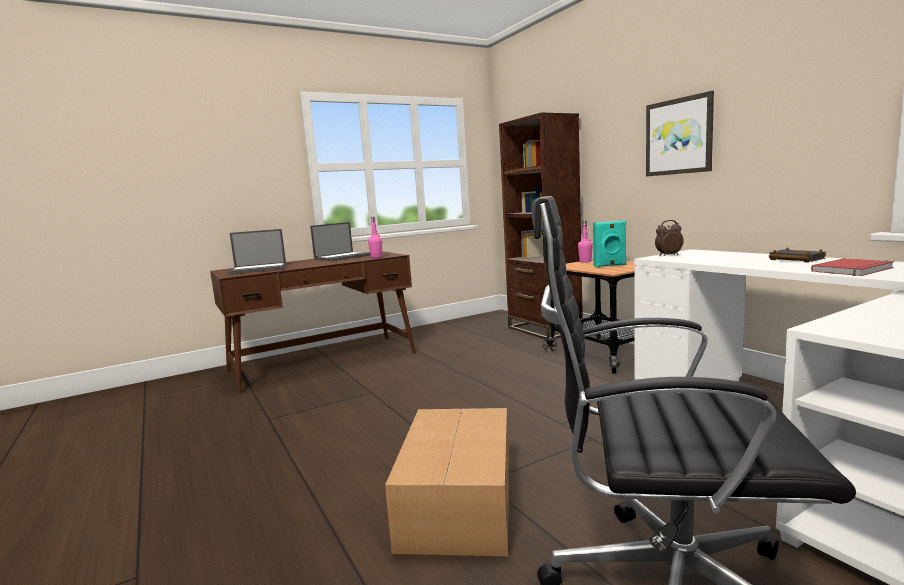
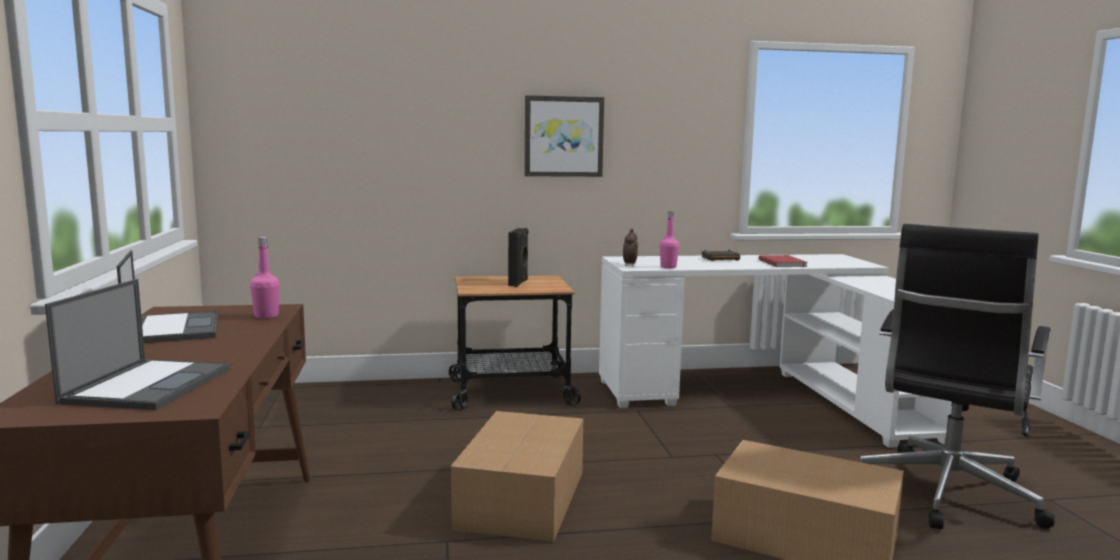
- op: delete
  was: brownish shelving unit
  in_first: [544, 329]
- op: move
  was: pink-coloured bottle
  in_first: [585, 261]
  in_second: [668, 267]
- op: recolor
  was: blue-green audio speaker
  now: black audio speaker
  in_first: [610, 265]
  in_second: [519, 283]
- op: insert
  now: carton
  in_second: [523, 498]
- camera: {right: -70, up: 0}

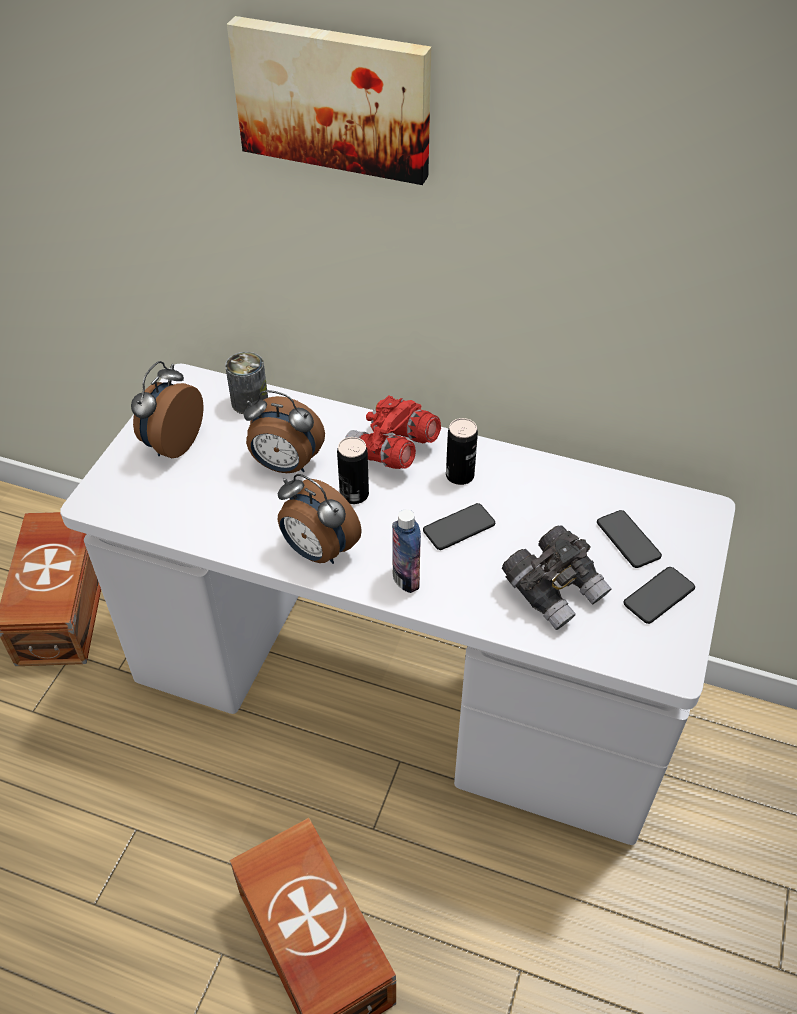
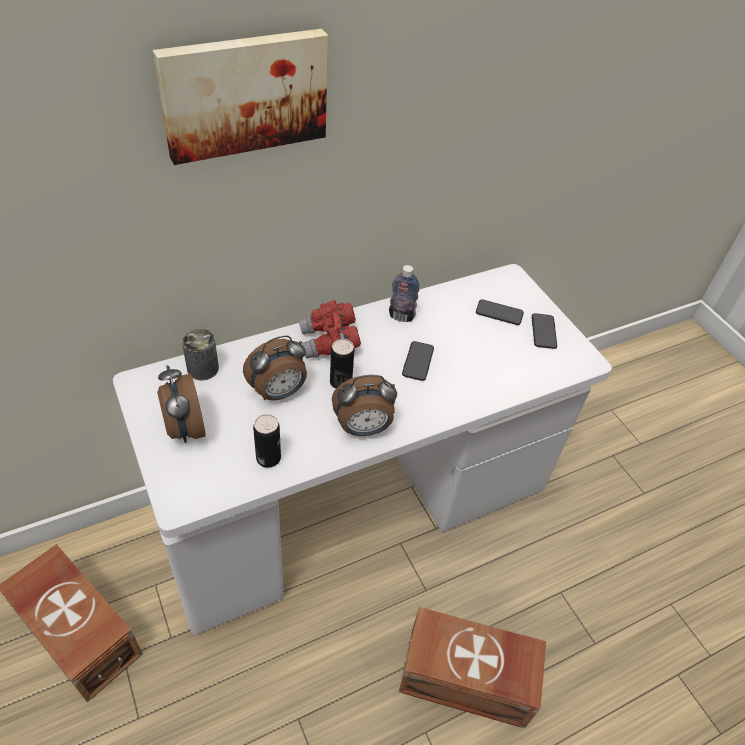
- op: move
  was: bottle
  in_first: [406, 579]
  in_second: [401, 316]
- op: move
  was: can
  in_first: [460, 475]
  in_second: [268, 458]
- op: delete
  was: grey pair of binoculars
  in_first: [554, 590]
- camera: {right: -50, up: 0}

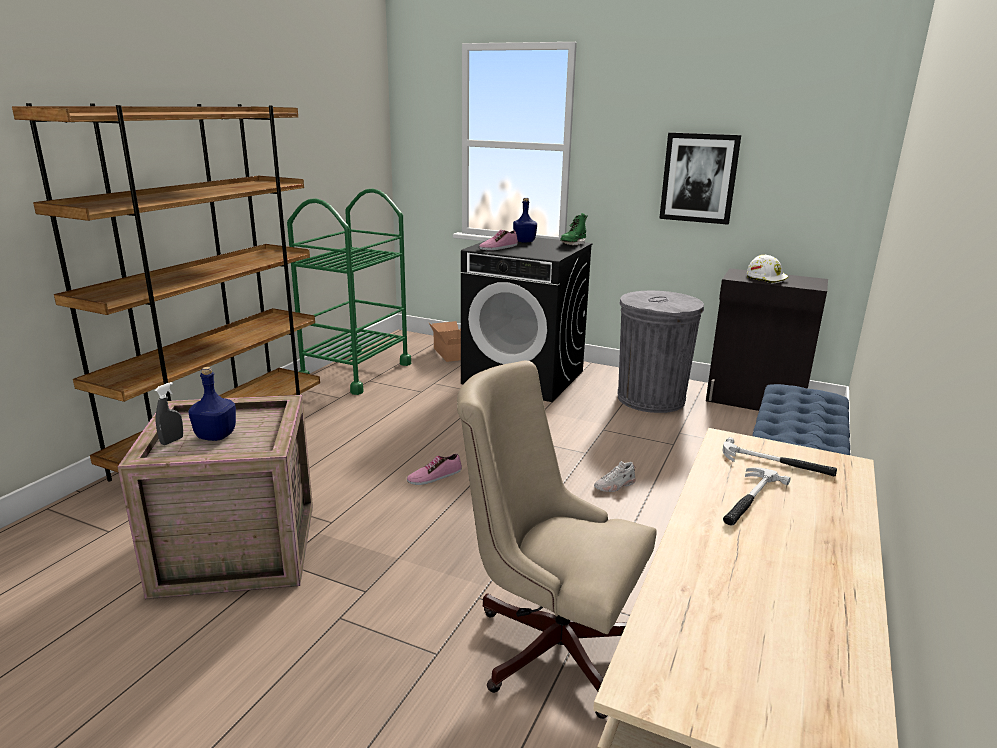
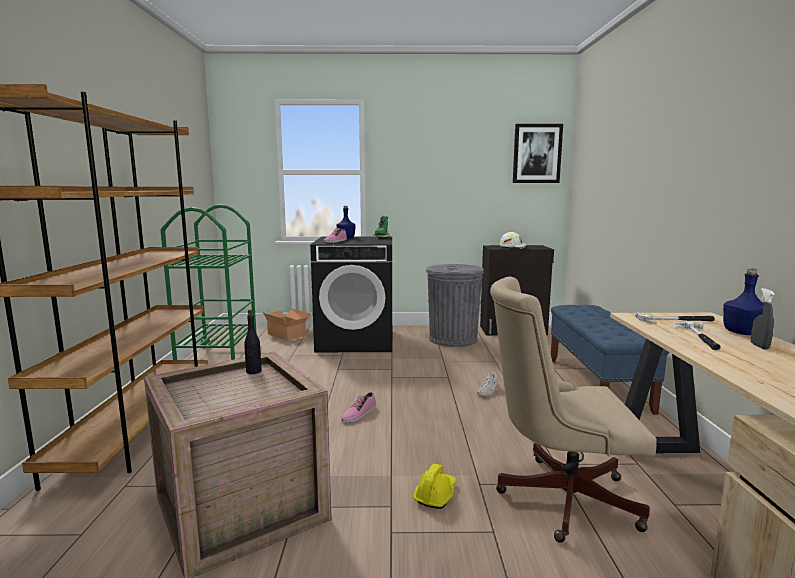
- op: move
  was: grey sprayer
  in_first: [172, 441]
  in_second: [759, 346]
- op: move
  was: blue bottle
  in_first: [217, 436]
  in_second: [743, 333]
- op: move
  was: picture
  in_first: [699, 178]
  in_second: [537, 153]
- op: insert
  now: black bottle
  in_second: [253, 371]
- op: insert
  now: yellow hard hat
  in_second: [435, 494]
- camera: {right: -25, up: -10}

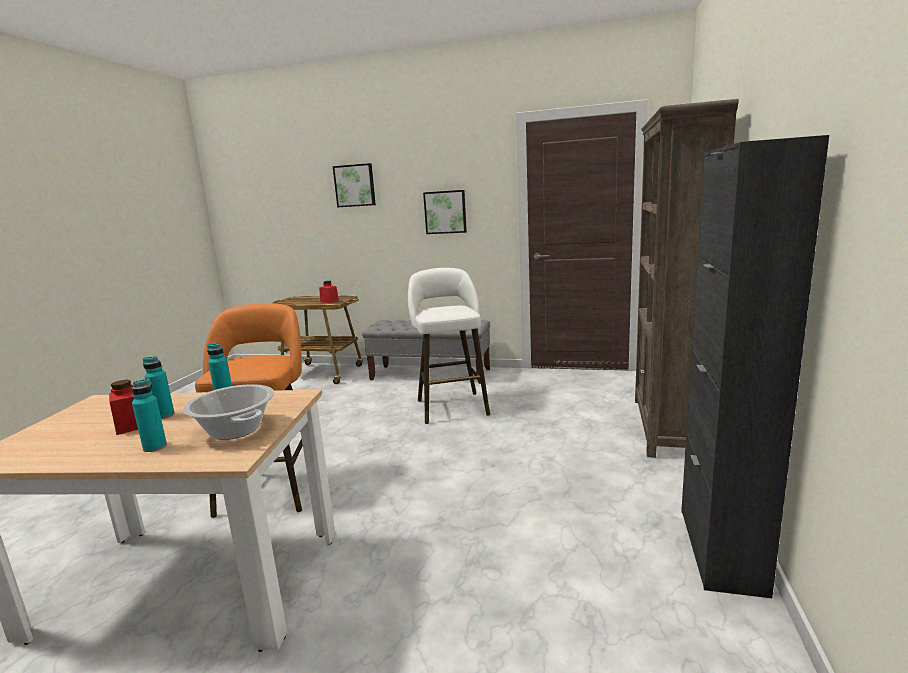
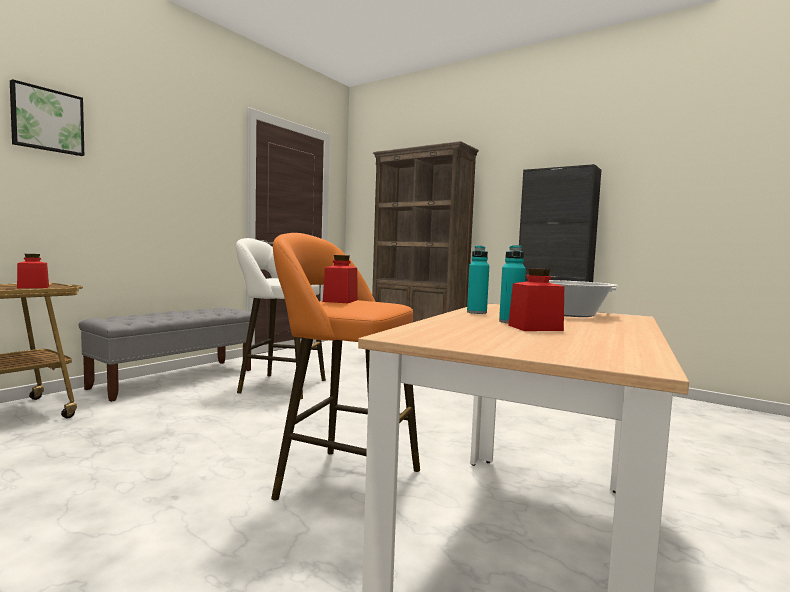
- op: delete
  was: blue-green bottle
  in_first: [155, 447]
- op: delete
  was: picture
  in_first: [445, 212]
- op: insert
  now: red storage jar
  in_second: [340, 301]
- camera: {right: -70, up: -10}

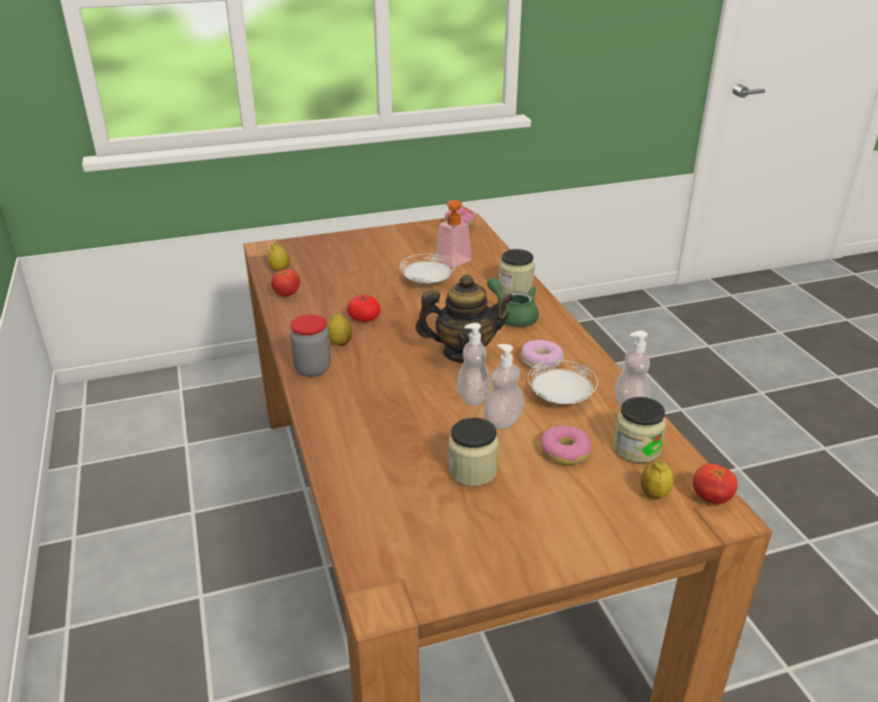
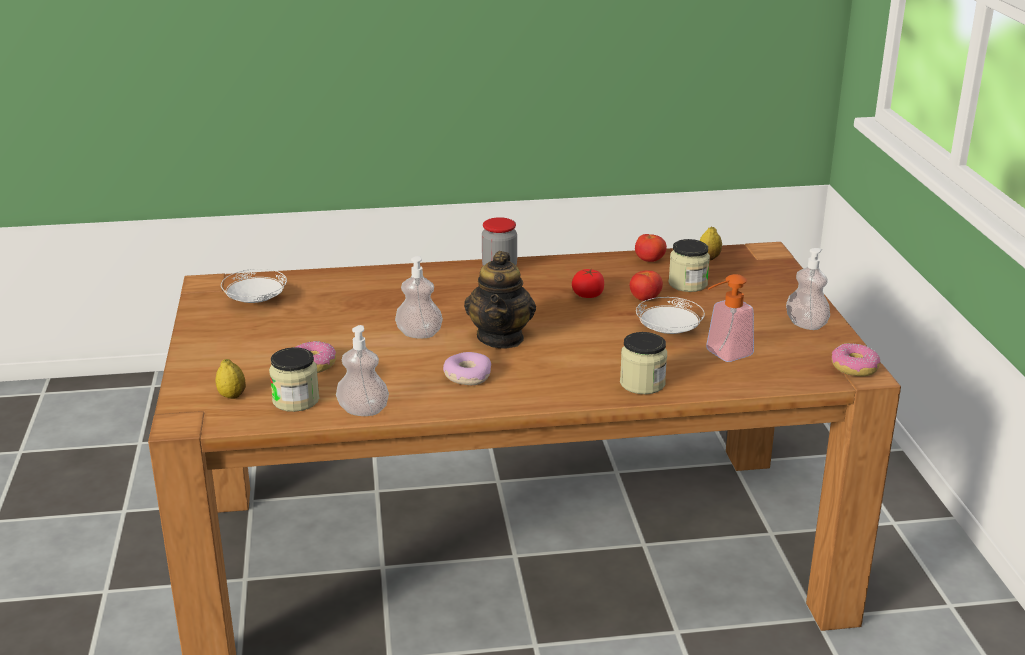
- op: delete
  was: lemon
  in_first: [340, 343]
- op: move
  was: storage jar
  in_first: [472, 471]
  in_second: [687, 284]
- op: move
  was: soap bottle
  in_first: [503, 421]
  in_second: [806, 325]
- op: delete
  was: green tea pot
  in_first: [513, 316]
- op: move
  was: white-coloured dinner plate
  in_first: [561, 398]
  in_second: [255, 302]
- op: move
  was: whole tomato
  in_first: [711, 498]
  in_second: [645, 299]
- camera: {right: 100, up: -5}

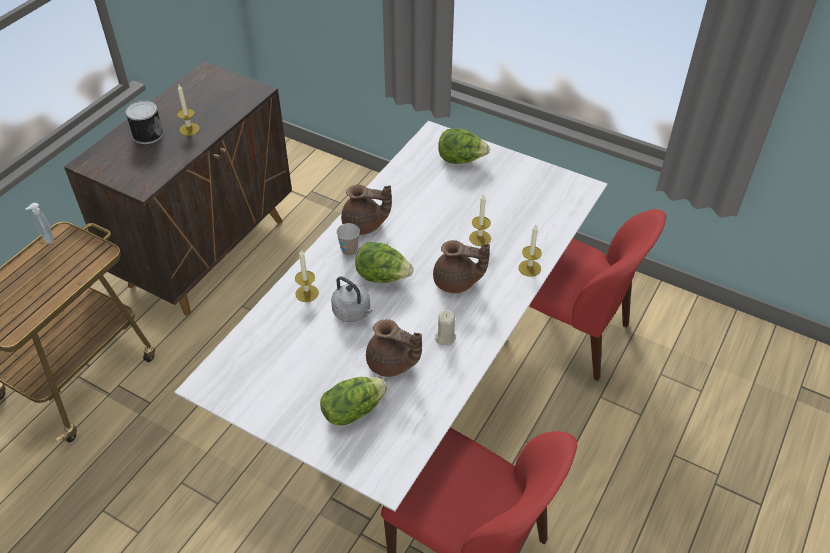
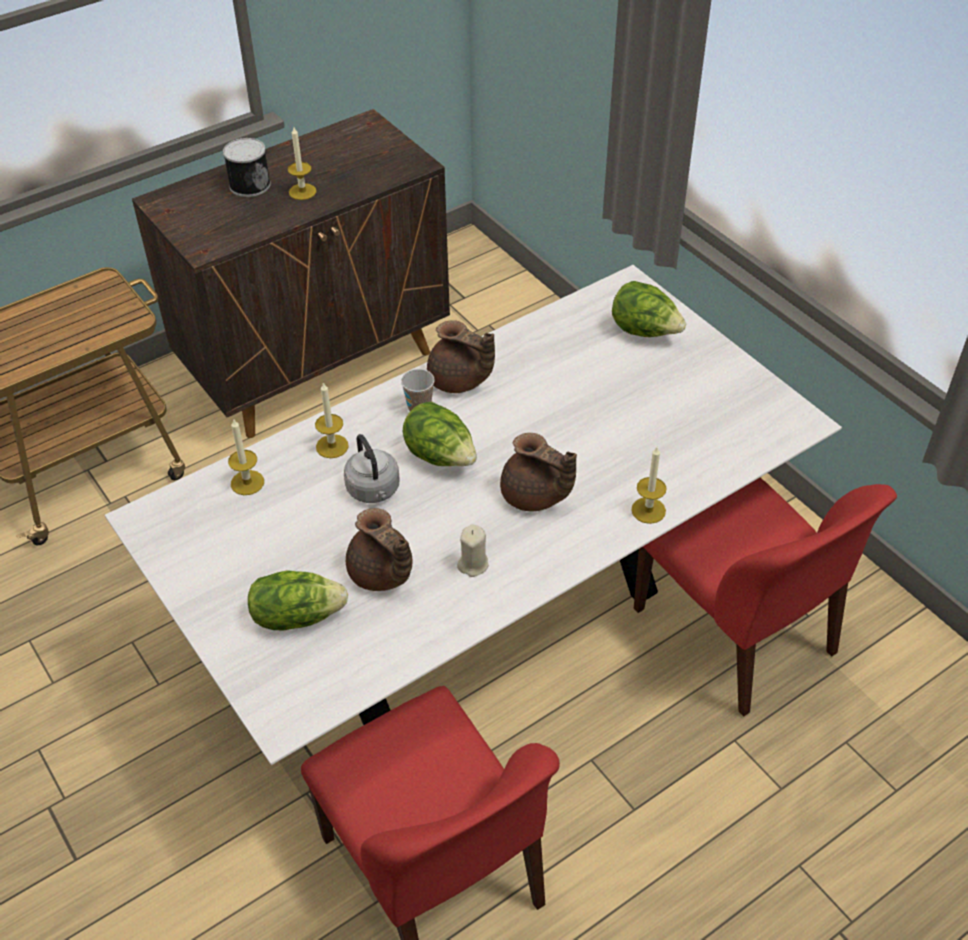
- op: delete
  was: soap bottle
  in_first: [47, 239]
- op: move
  was: candle
  in_first: [480, 238]
  in_second: [247, 482]
- camera: {right: 25, up: 0}

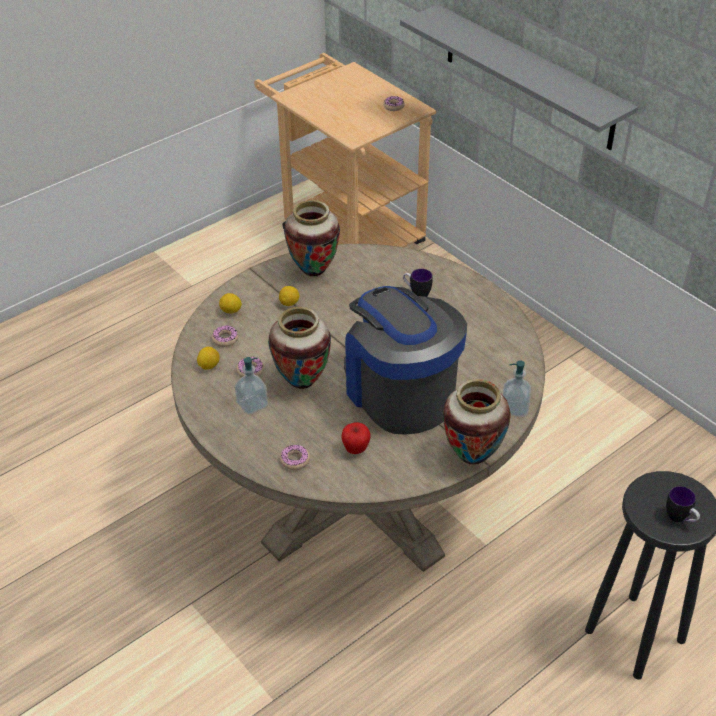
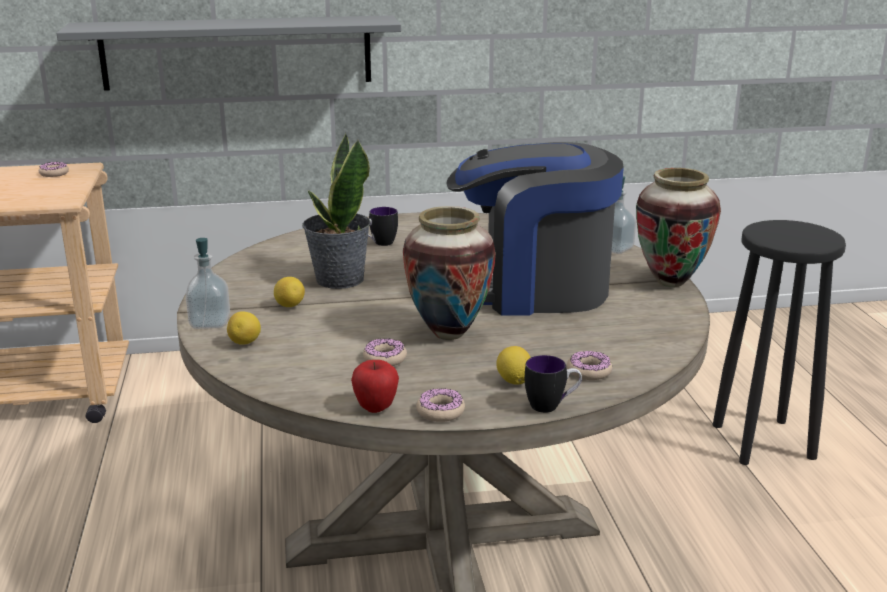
- op: move
  was: lemon
  in_first: [209, 366]
  in_second: [514, 381]
- op: move
  was: ring doughnut
  in_first: [225, 339]
  in_second: [440, 412]
- op: move
  was: soap bottle
  in_first: [252, 404]
  in_second: [210, 322]
- op: delete
  was: decorative vase
  in_first: [313, 271]
- op: move
  was: apple
  in_first: [356, 449]
  in_second: [376, 408]
- op: move
  was: coffee mug
  in_first: [680, 519]
  in_second: [551, 406]
- op: insert
  now: plant in a pot
  in_second: [339, 279]
- camera: {right: -60, up: -20}

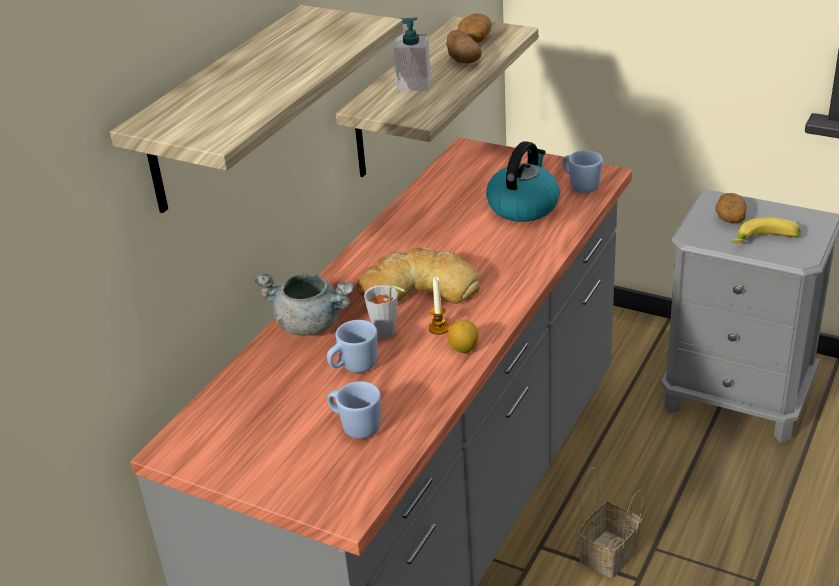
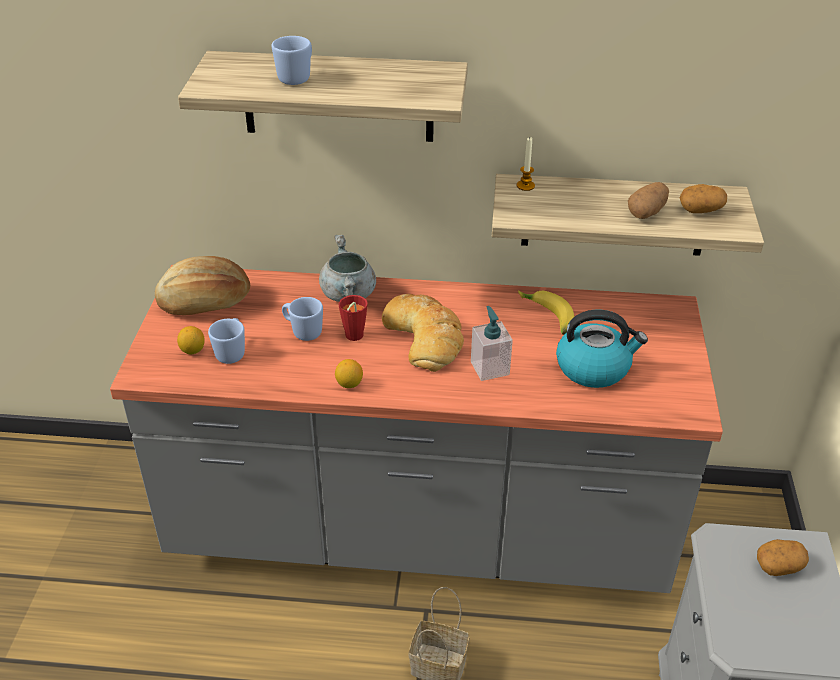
- op: recolor
  was: grey small cup
  now: red small cup
  in_first: [388, 334]
  in_second: [352, 337]
- op: move
  was: soap bottle
  in_first: [413, 84]
  in_second: [489, 368]
- op: move
  was: candle
  in_first: [439, 328]
  in_second: [525, 186]
- op: move
  was: blue coffee mug
  in_first: [580, 186]
  in_second: [297, 77]
- op: move
  was: whole banana
  in_first: [765, 241]
  in_second: [547, 318]
- op: insert
  now: baked bread
  in_second: [205, 303]
- op: insert
  now: lemon
  in_second: [193, 350]
- camera: {right: 65, up: 5}

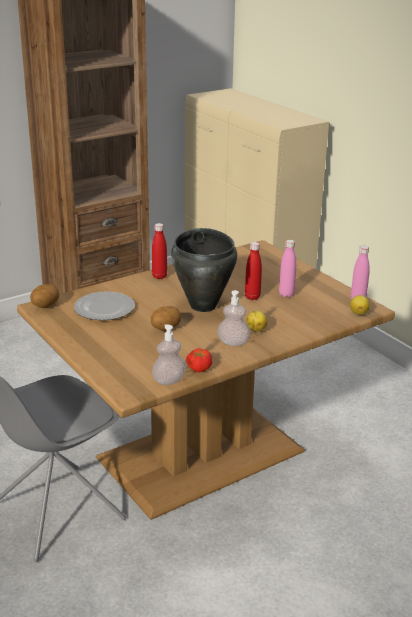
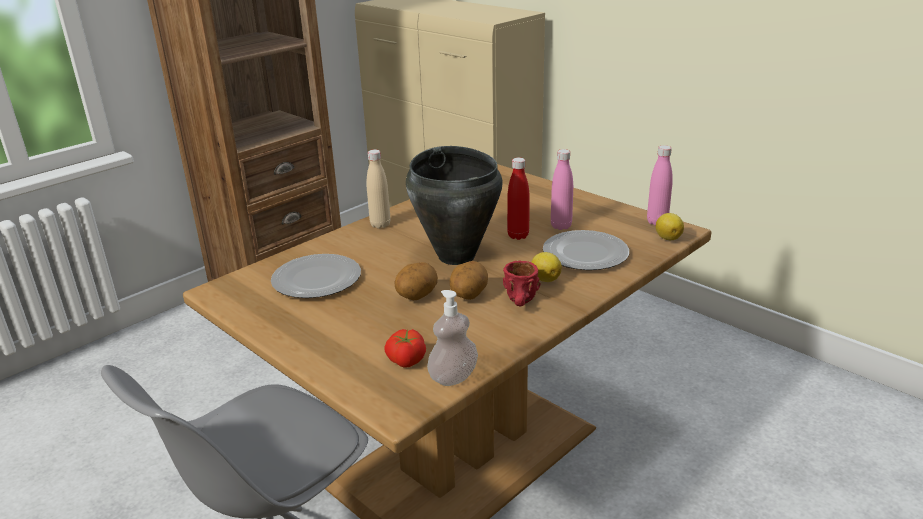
- op: move
  was: spud
  in_first: [45, 306]
  in_second: [468, 295]
- op: recolor
  was: red bottle
  now: beige-coloured bottle
  in_first: [159, 276]
  in_second: [380, 225]
- op: move
  was: whole tomato
  in_first: [198, 368]
  in_second: [406, 360]
- op: replace
  was: soap bottle
  now: red coffee mug
  in_first: [233, 342]
  in_second: [522, 303]
- op: insert
  now: dinner plate
  in_second: [584, 254]
- camera: {right: -10, up: 0}

